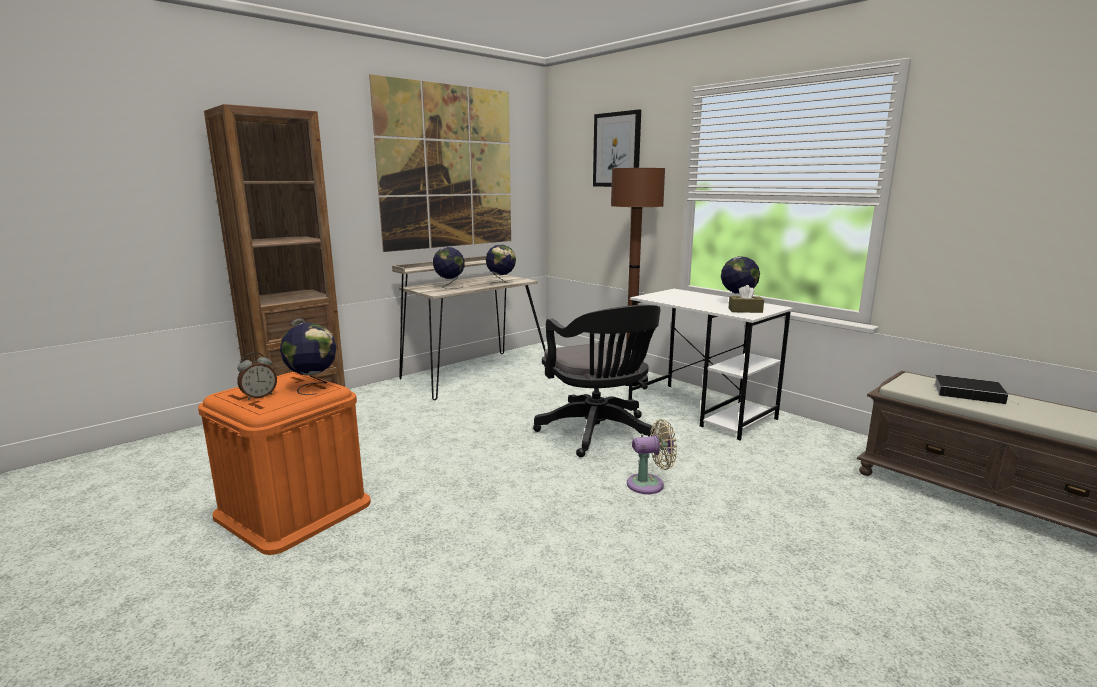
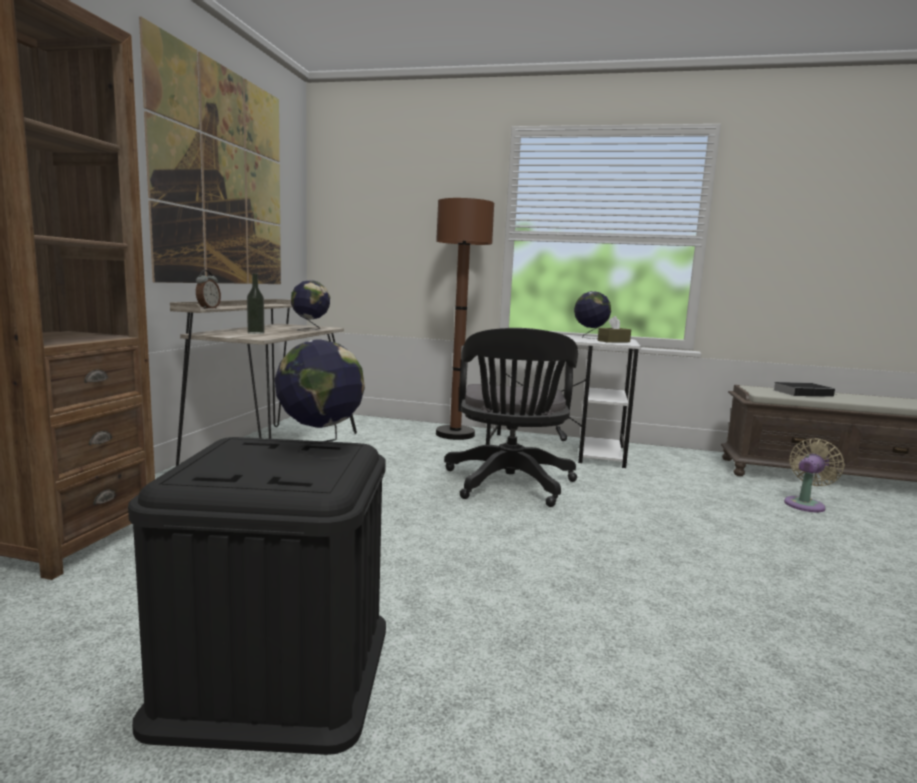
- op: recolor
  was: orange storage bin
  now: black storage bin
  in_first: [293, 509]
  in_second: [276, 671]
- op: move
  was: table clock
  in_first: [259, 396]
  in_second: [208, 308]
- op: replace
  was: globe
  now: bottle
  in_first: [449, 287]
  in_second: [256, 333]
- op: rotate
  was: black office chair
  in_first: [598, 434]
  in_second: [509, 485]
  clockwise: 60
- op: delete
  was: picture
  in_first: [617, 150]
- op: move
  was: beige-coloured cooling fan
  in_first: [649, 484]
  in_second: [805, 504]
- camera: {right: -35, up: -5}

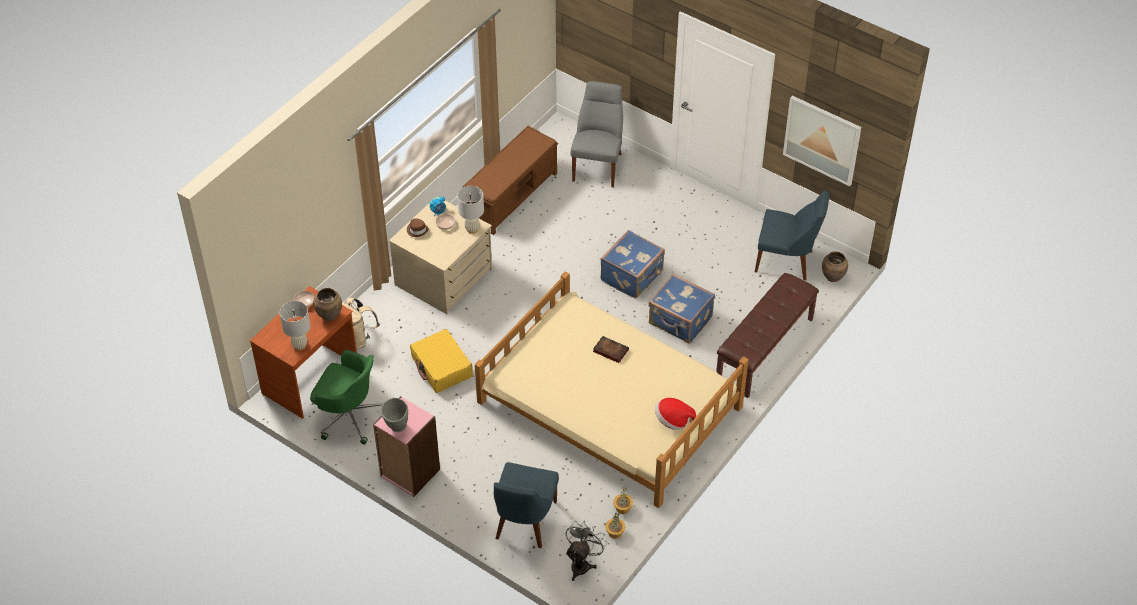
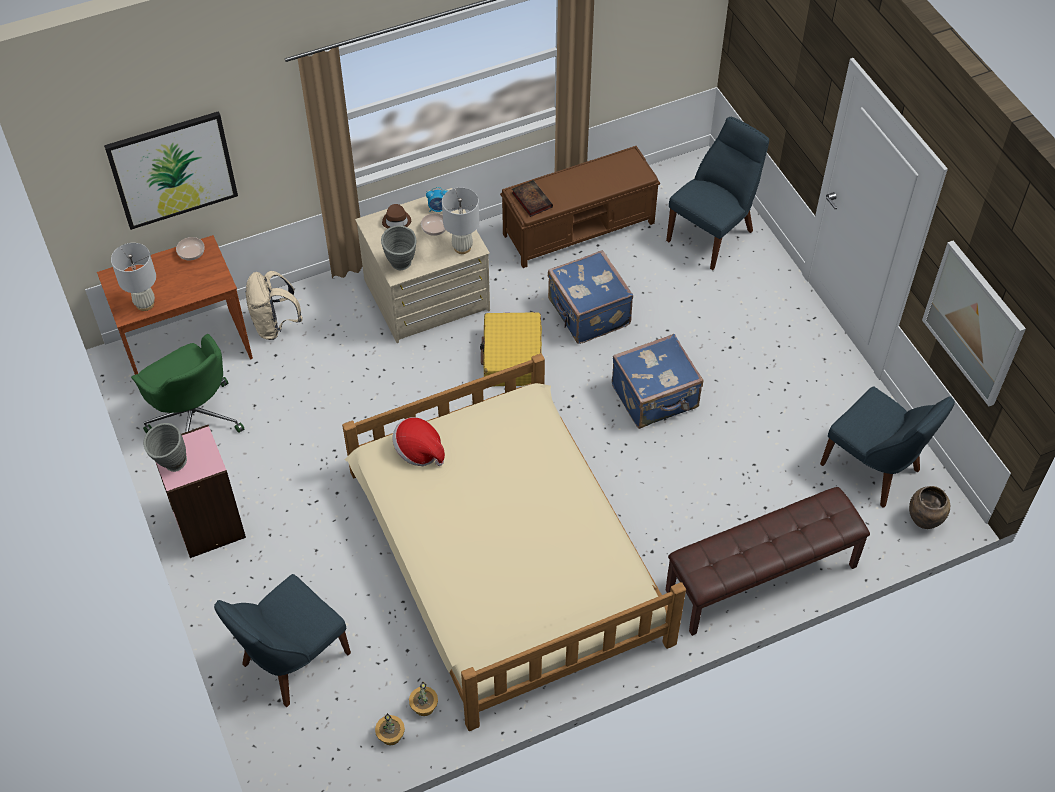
- op: delete
  was: brownish decorative vase
  in_first: [330, 316]
- op: move
  was: yellow piece of luggage
  in_first: [442, 367]
  in_second: [512, 358]
- op: delete
  was: grey cooling fan
  in_first: [582, 563]
- op: recolor
  was: grey plain chair
  now: blue plain chair
  in_first: [598, 165]
  in_second: [713, 234]
- op: move
  was: bound book
  in_first: [609, 350]
  in_second: [531, 200]
- op: move
  was: blue piece of luggage
  in_first: [680, 321]
  in_second: [587, 313]
- op: move
  was: wearable hat
  in_first: [673, 420]
  in_second: [419, 451]
- op: insert
  now: picture
  in_second: [172, 169]
- op: insert
  now: grey decorative vase
  in_second: [401, 266]
- camera: {right: 30, up: 5}

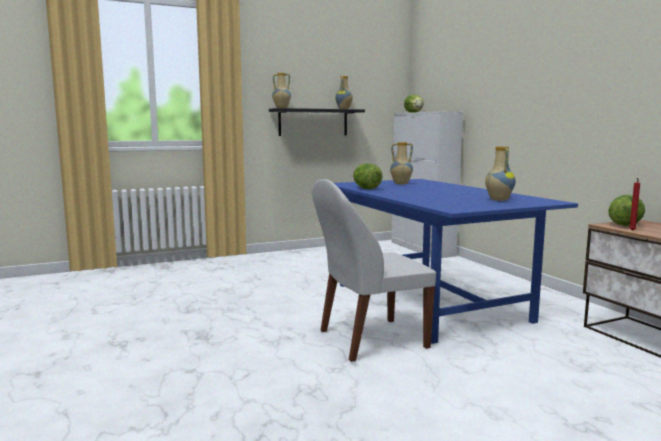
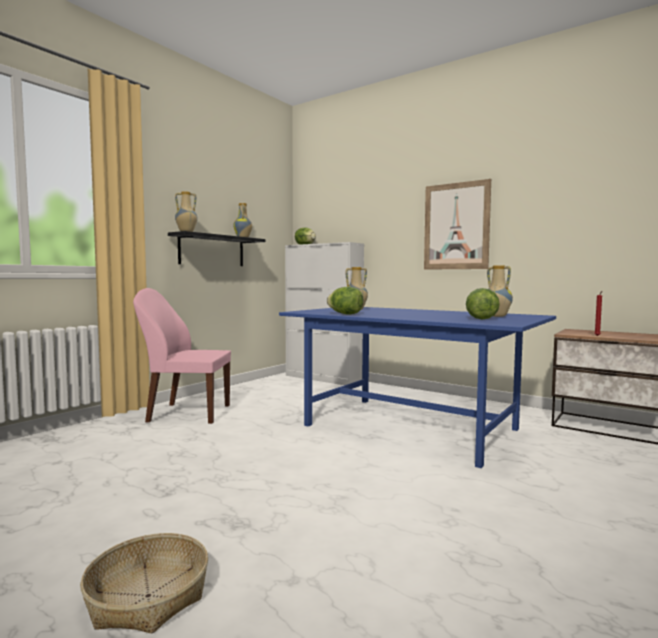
- op: delete
  was: white-coloured plain chair
  in_first: [369, 340]
- op: move
  was: lettuce
  in_first: [625, 225]
  in_second: [481, 319]
- op: insert
  now: storage basket
  in_second: [147, 596]
- op: insert
  now: pink-coloured plain chair
  in_second: [187, 413]
- op: insert
  now: picture
  in_second: [456, 226]
- camera: {right: -30, up: -5}

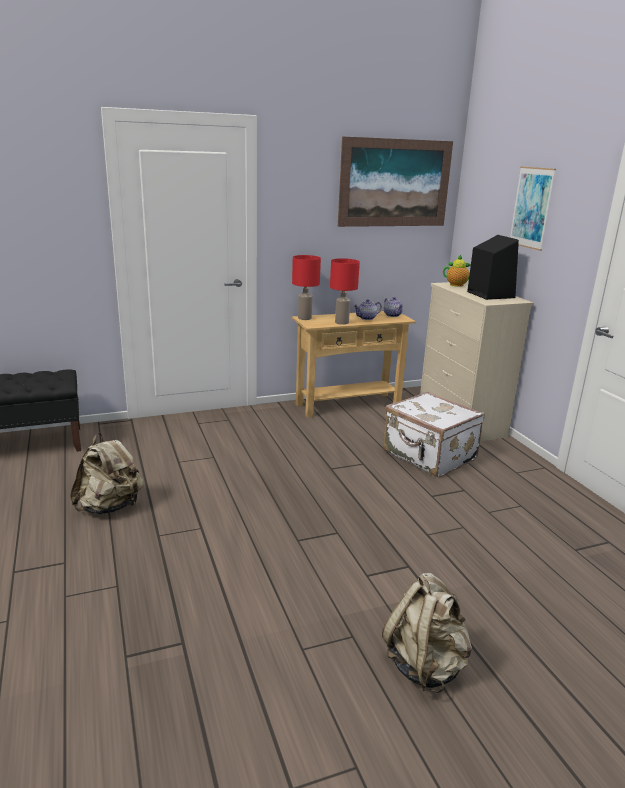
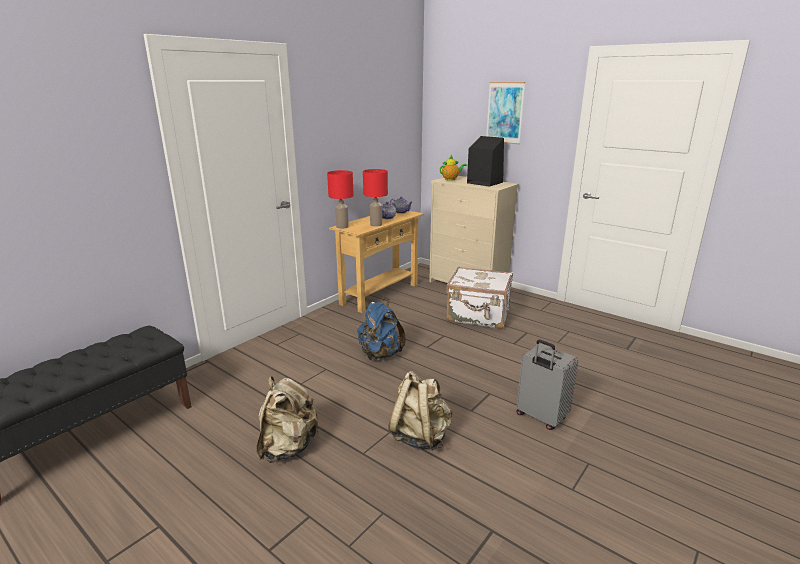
- op: delete
  was: picture
  in_first: [395, 183]
- op: move
  was: beige-coloured knapsack
  in_first: [425, 664]
  in_second: [420, 436]
- op: insert
  now: blue knapsack
  in_second: [380, 355]
- op: insert
  now: grey piece of luggage
  in_second: [540, 417]
- camera: {right: -30, up: 0}

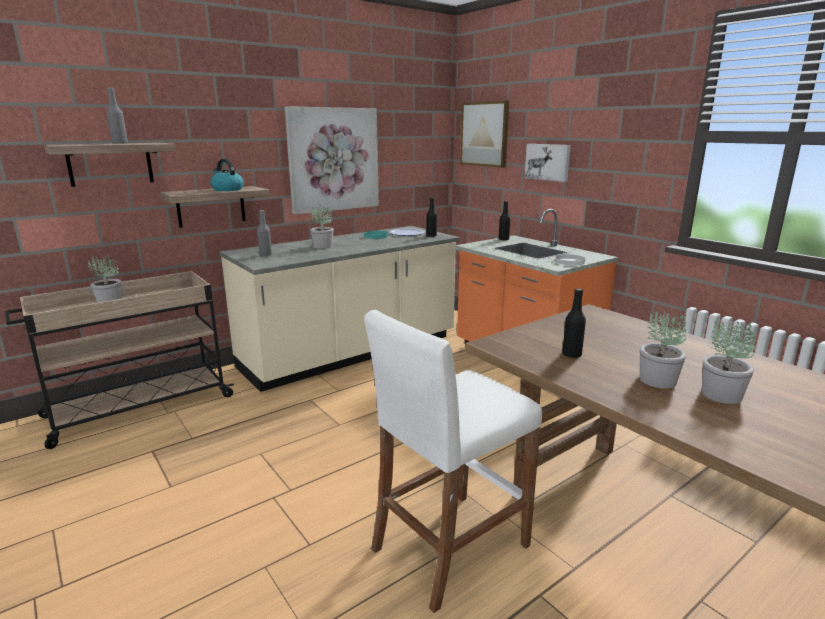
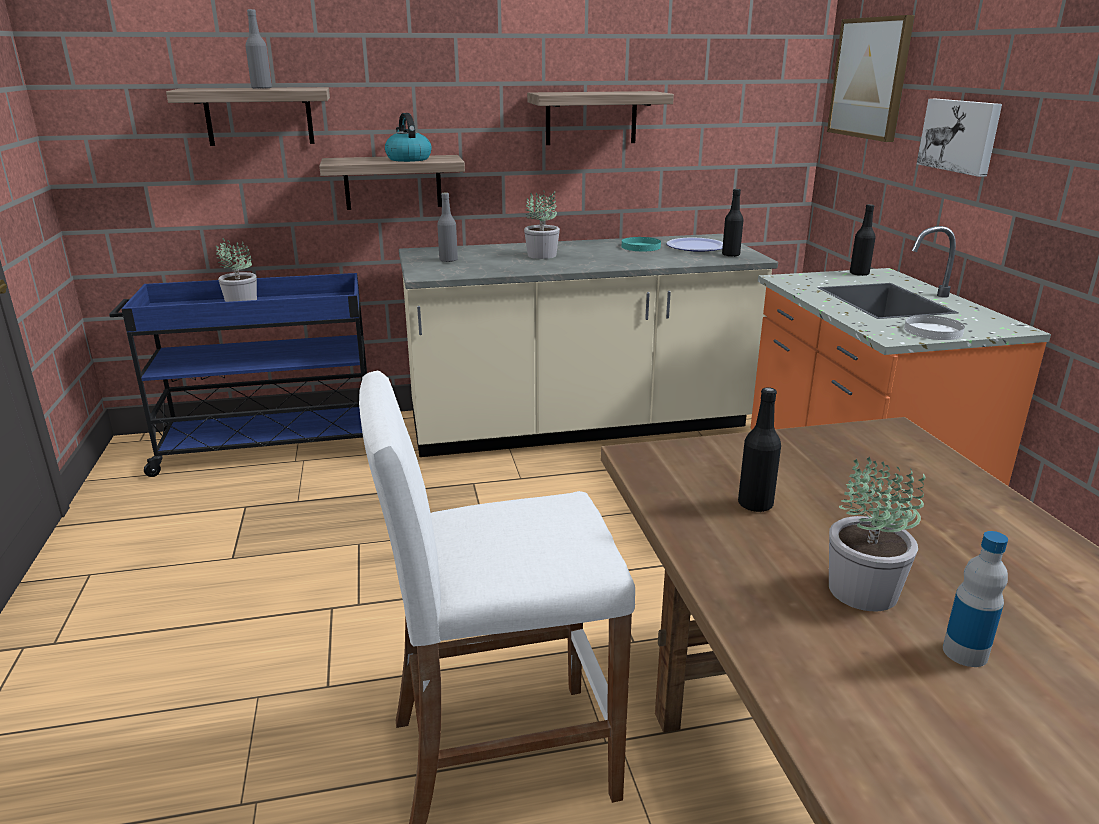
- op: recolor
  was: beige-coloured trolley
  now: blue trolley
  in_first: [138, 407]
  in_second: [269, 446]
- op: replace
  was: picture
  now: bracket shelf
  in_first: [334, 160]
  in_second: [591, 118]
- op: replace
  was: plant in a pot
  now: bottle
  in_first: [721, 394]
  in_second: [965, 652]
- camera: {right: 25, up: 5}

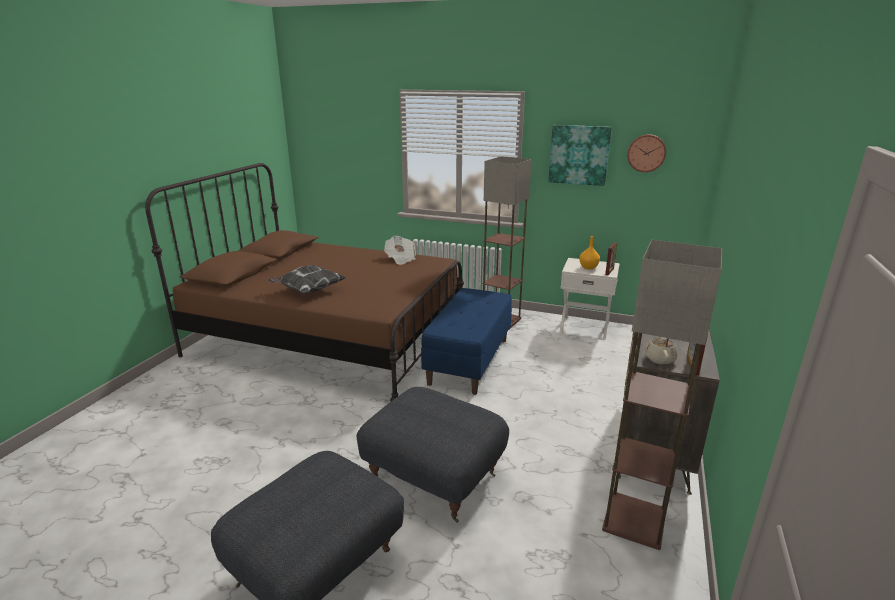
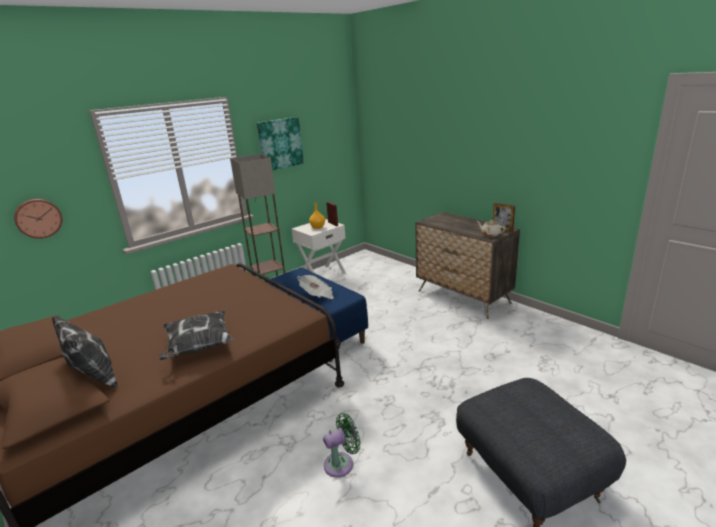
- op: delete
  was: grey ottoman
  in_first: [435, 477]
- op: move
  was: printed paper
  in_first: [400, 259]
  in_second: [317, 295]
- op: delete
  was: standing lamp
  in_first: [635, 521]
- op: move
  was: hanging clock
  in_first: [646, 153]
  in_second: [38, 218]
- op: insert
  now: cushion
  in_second: [95, 380]
- op: insert
  now: green cooling fan
  in_second: [342, 463]
- camera: {right: -60, up: 0}

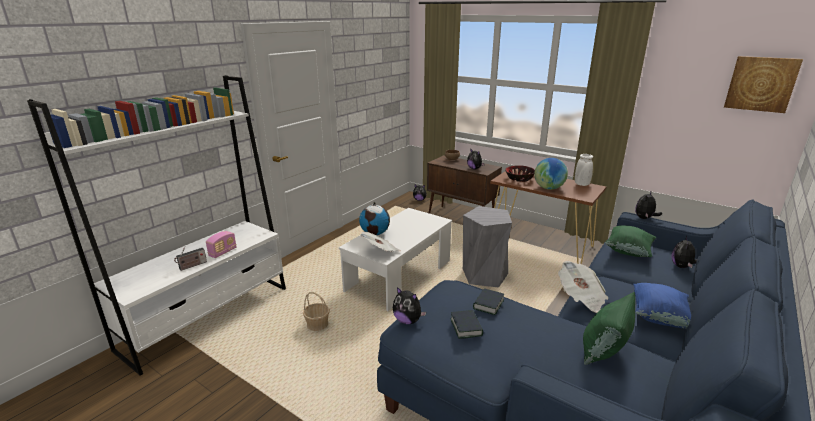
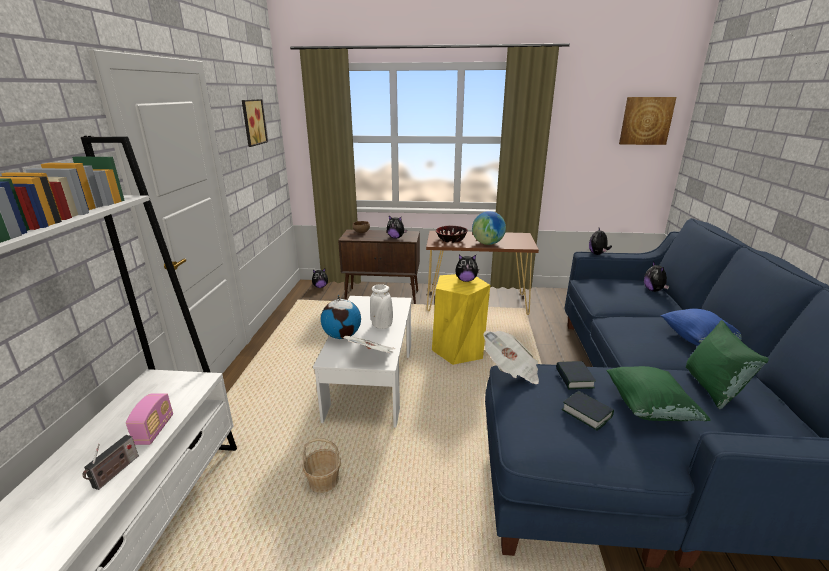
- op: move
  was: plush toy
  in_first: [408, 320]
  in_second: [466, 280]
- op: recolor
  was: grey sitting stool
  now: yellow sitting stool
  in_first: [484, 275]
  in_second: [458, 350]
- op: move
  was: printed paper
  in_first: [581, 297]
  in_second: [511, 370]
- op: move
  was: white-coloured decorative vase
  in_first: [581, 184]
  in_second: [381, 326]
- op: move
  was: green cushion
  in_first: [628, 251]
  in_second: [649, 409]
- op: insert
  now: picture
  in_second: [252, 122]
- camera: {right: -30, up: 0}

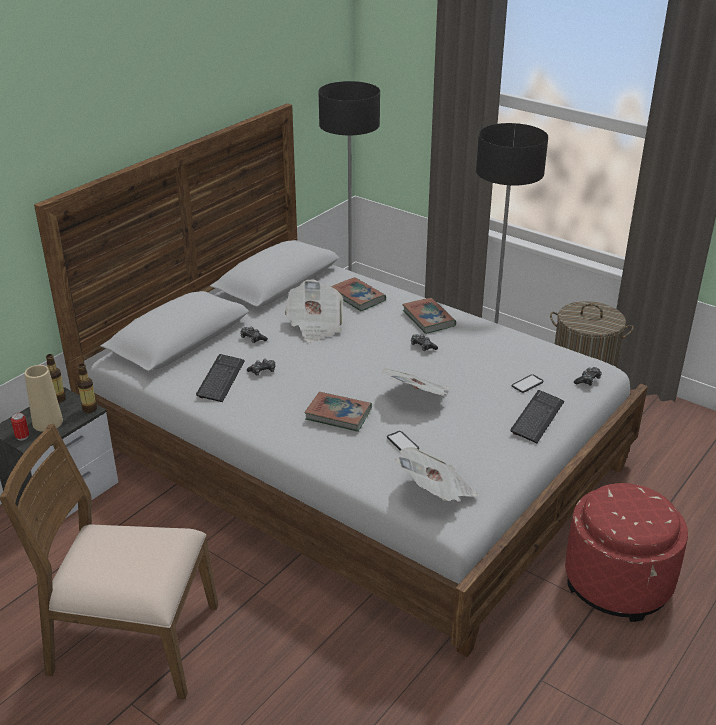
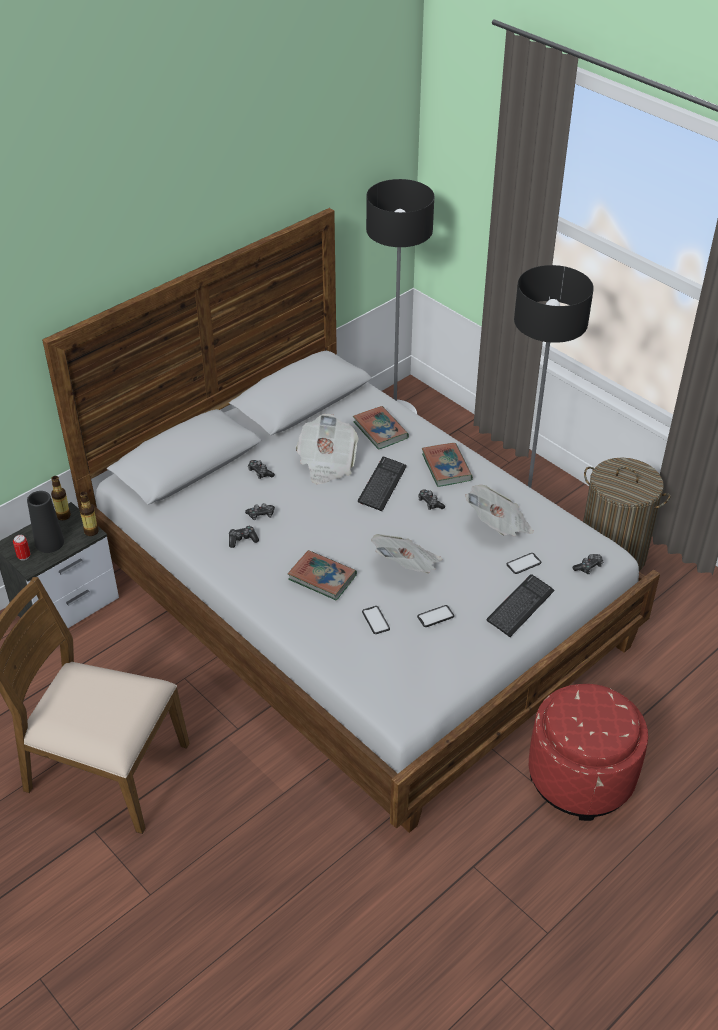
- op: recolor
  was: beige-coloured decorative vase
  now: black decorative vase
  in_first: [47, 422]
  in_second: [49, 542]
- op: move
  was: PC keyboard
  in_first: [221, 379]
  in_second: [382, 485]
- op: move
  was: printed paper
  in_first: [436, 492]
  in_second: [498, 525]
- op: insert
  now: game controller
  in_second: [242, 540]
- op: insert
  now: phone
  in_second: [435, 616]
- camera: {right: 10, up: 10}

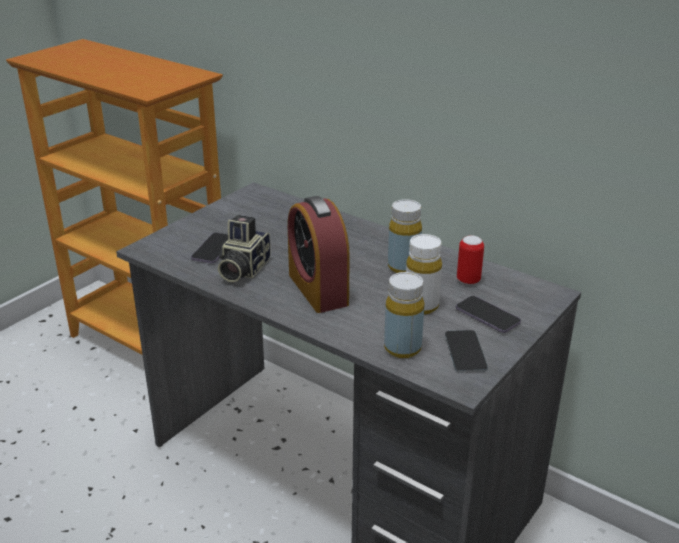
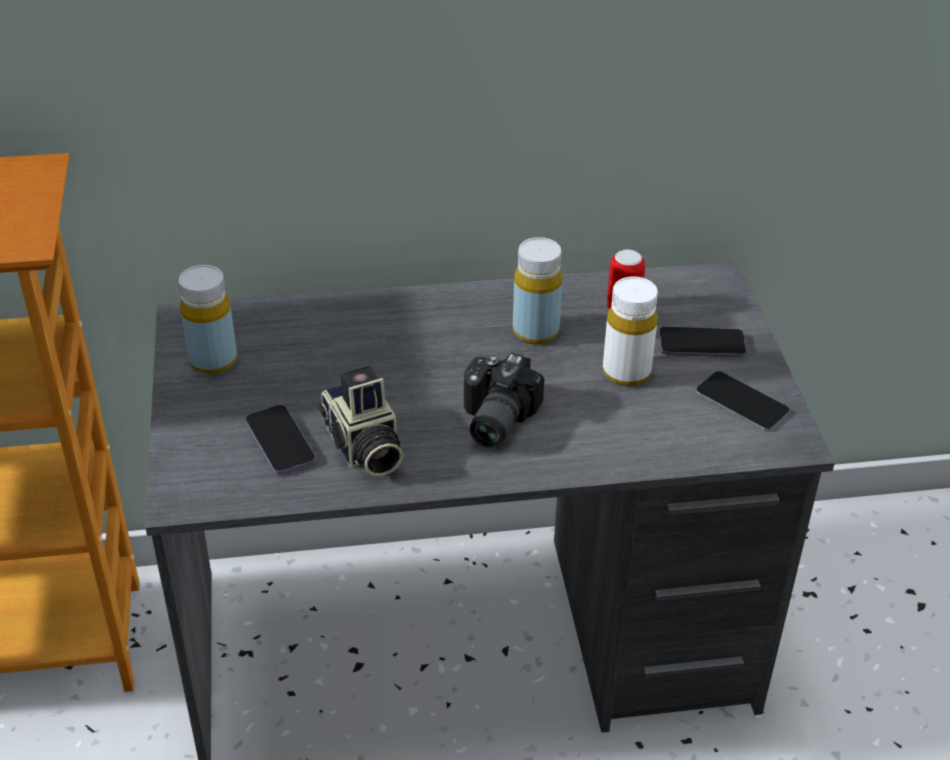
- op: replace
  was: table clock
  now: still camera
  in_first: [318, 289]
  in_second: [492, 419]
- op: move
  was: yellow bottle
  in_first: [402, 348]
  in_second: [213, 360]
- camera: {right: -45, up: 10}

